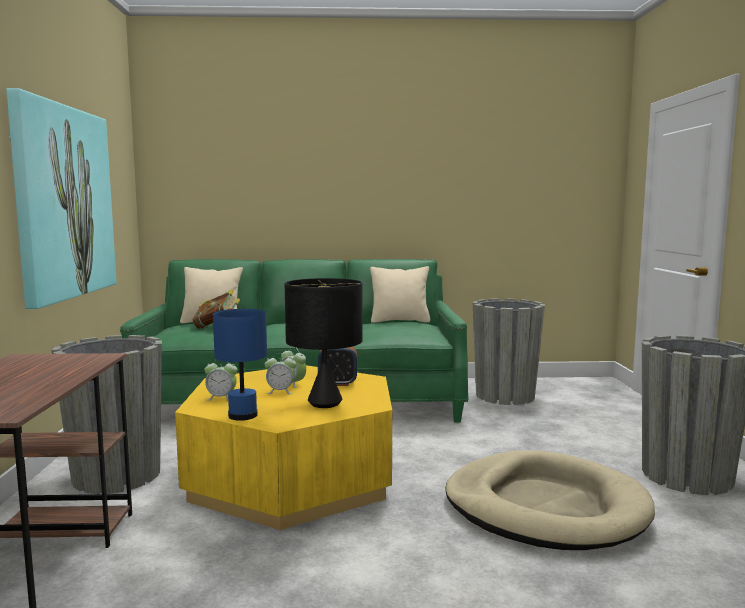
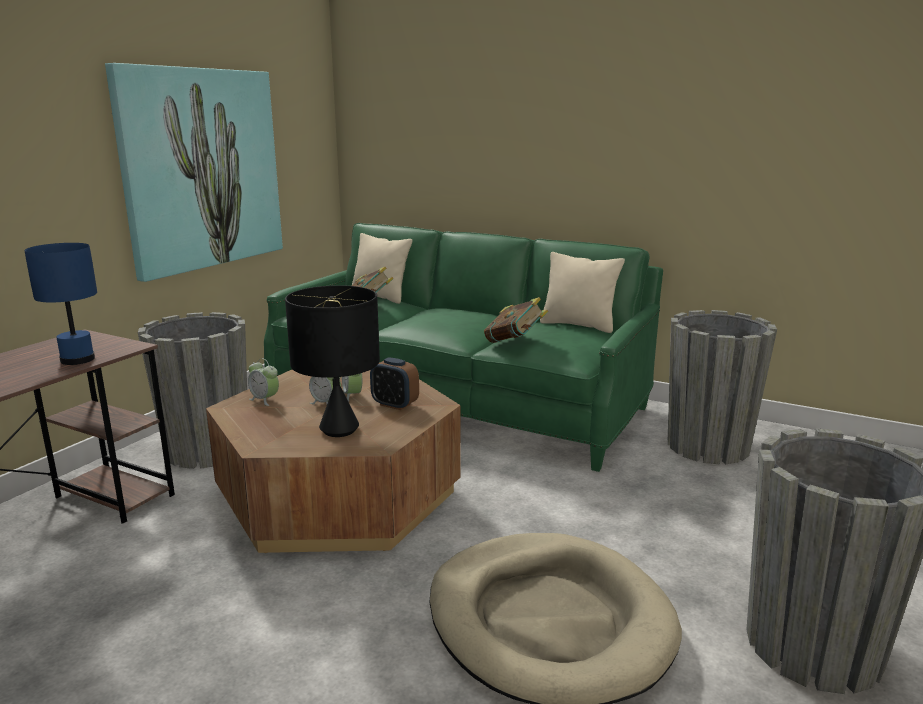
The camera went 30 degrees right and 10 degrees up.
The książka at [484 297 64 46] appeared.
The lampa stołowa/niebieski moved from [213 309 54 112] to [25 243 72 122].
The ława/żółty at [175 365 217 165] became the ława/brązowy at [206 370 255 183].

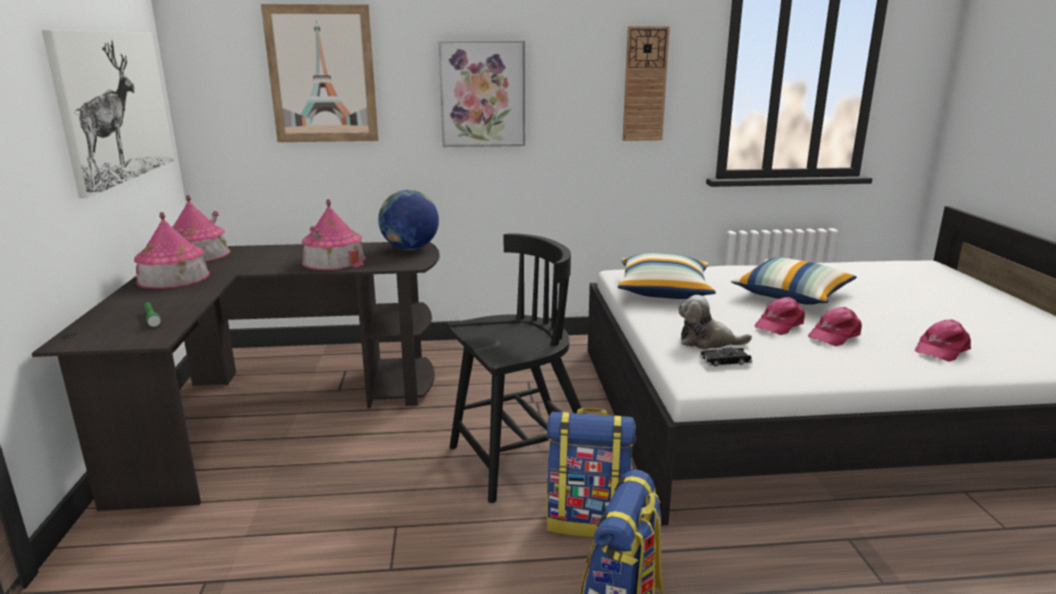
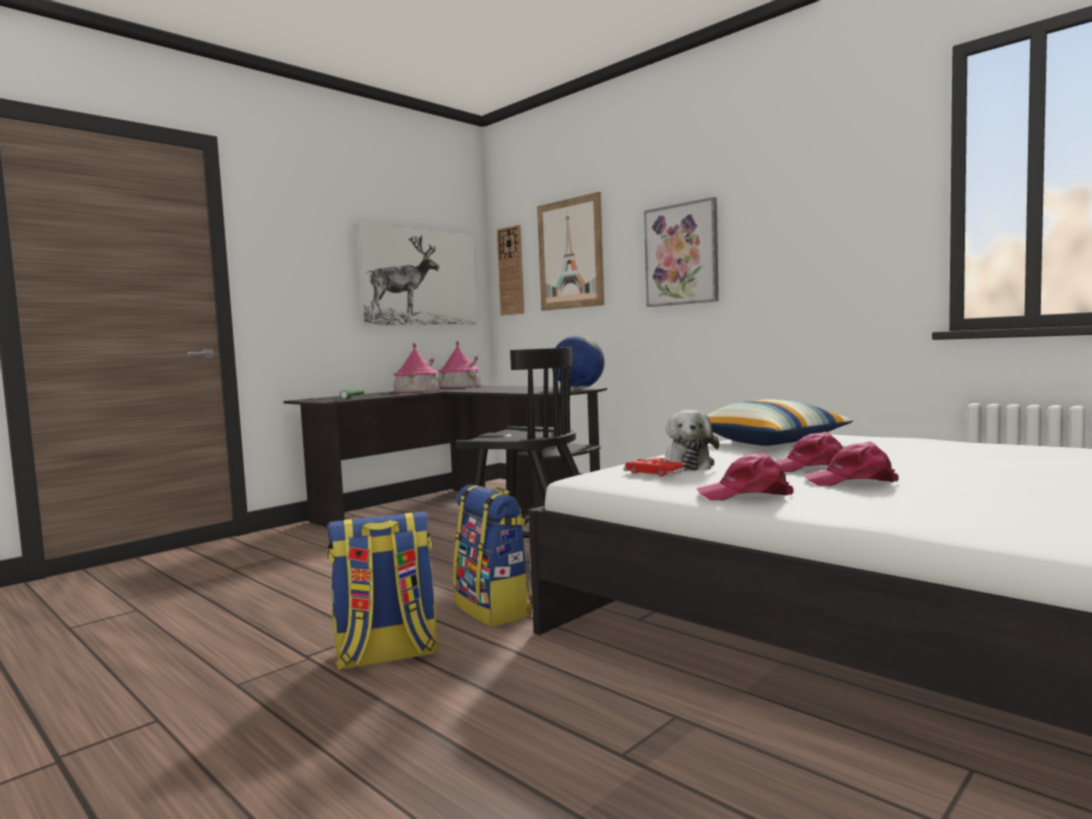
The camera went 50 degrees right and 15 degrees down.
The domek at [301 199 65 71] disappeared.
The poduszka at [731 257 126 48] disappeared.
The zegar ścienny moved from [623 26 47 115] to [497 225 27 90].
The czapka z daszkiem/różowy moved from [915 319 56 43] to [697 452 97 48].
The samochodzik/czarny at [699 348 54 18] became the samochodzik/czerwony at [624 458 61 19].
The pluszak at [678 295 74 55] turned 150 degrees counterclockwise.

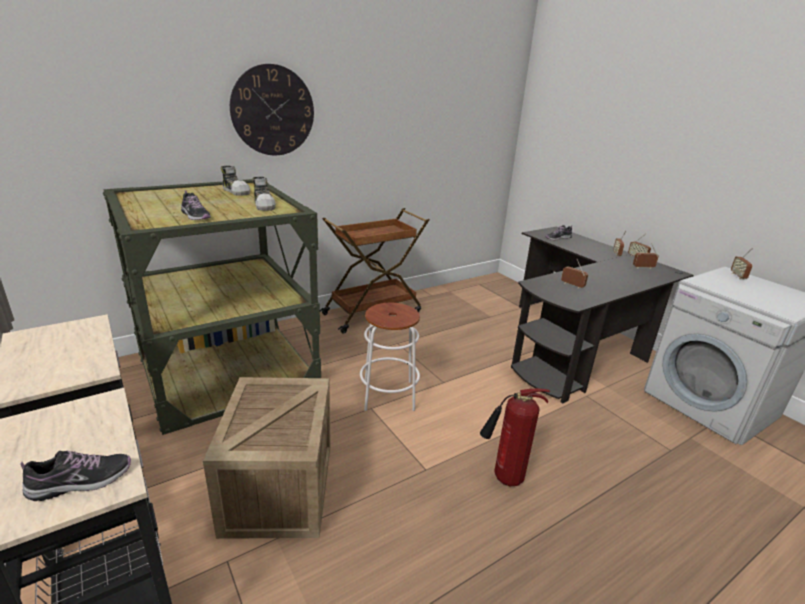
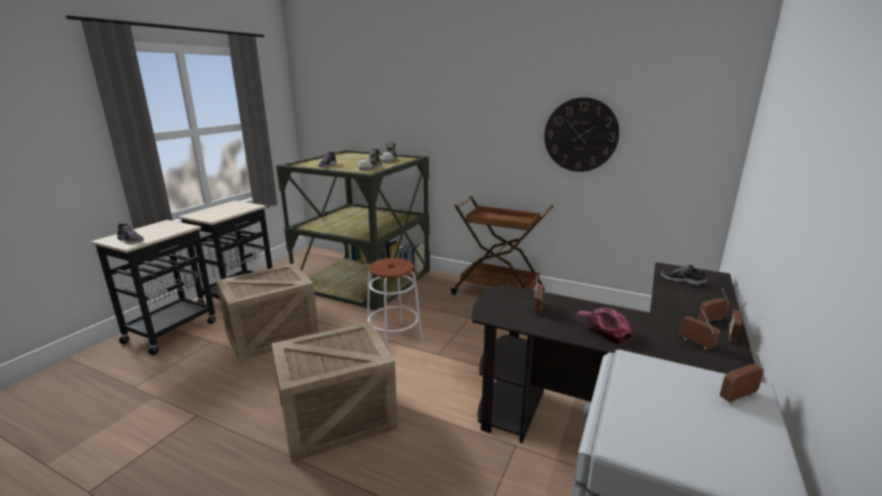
The camera went 60 degrees right and 5 degrees down.
The czapka z daszkiem at [576 308 57 37] appeared.
The zegar ścienny moved from [230 64 84 91] to [544 97 75 75].
The gaśnica at [480 388 70 98] was replaced by the skrzynka at [272 322 126 140].

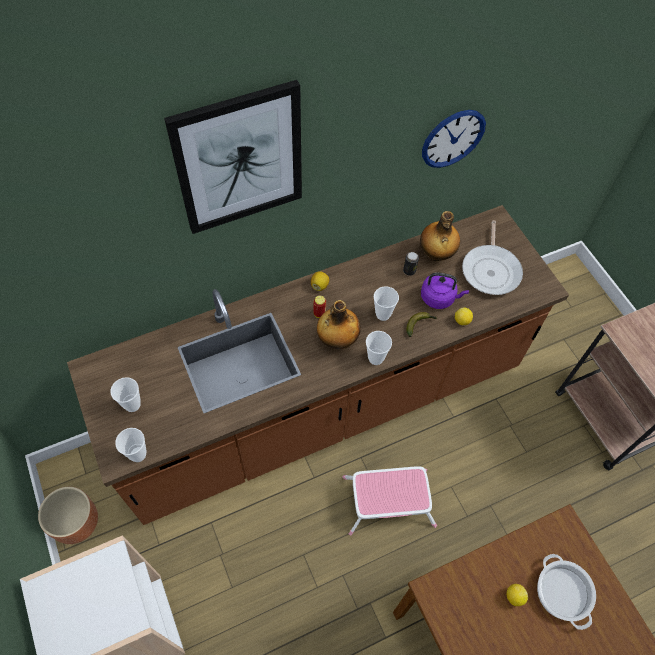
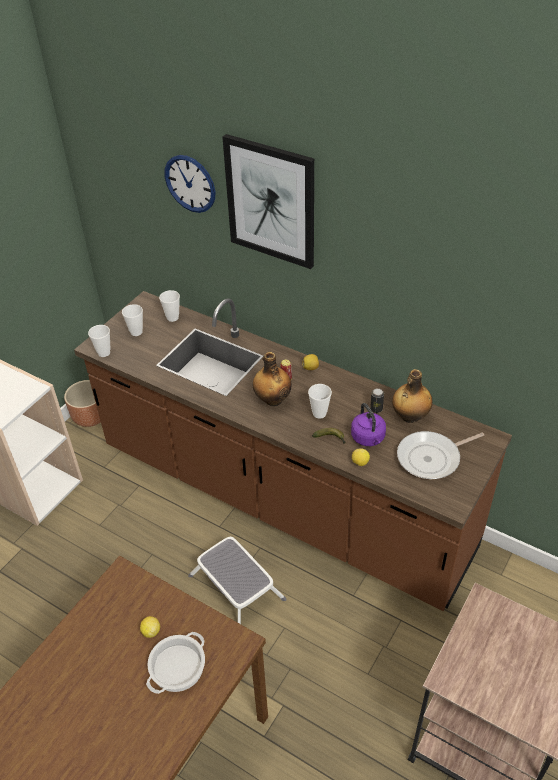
The camera went 60 degrees right and 15 degrees down.
The filiżanka moved from [366 331 26 34] to [159 290 21 32].
The zegar ścienny moved from [422 110 64 58] to [165 155 50 58].
The drabinka/różowy at [342 466 95 70] became the drabinka/szary at [188 537 98 87].

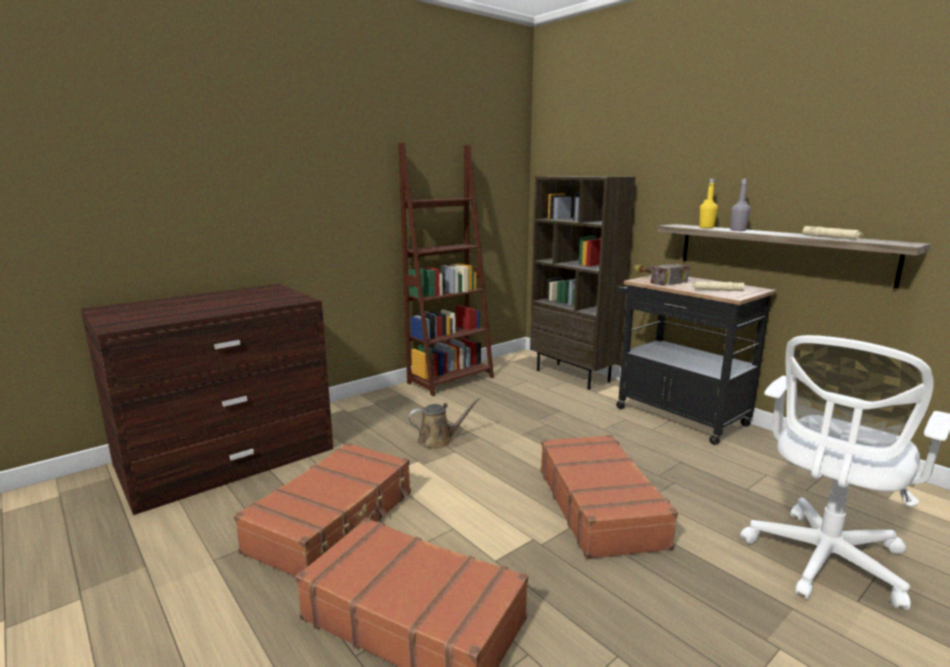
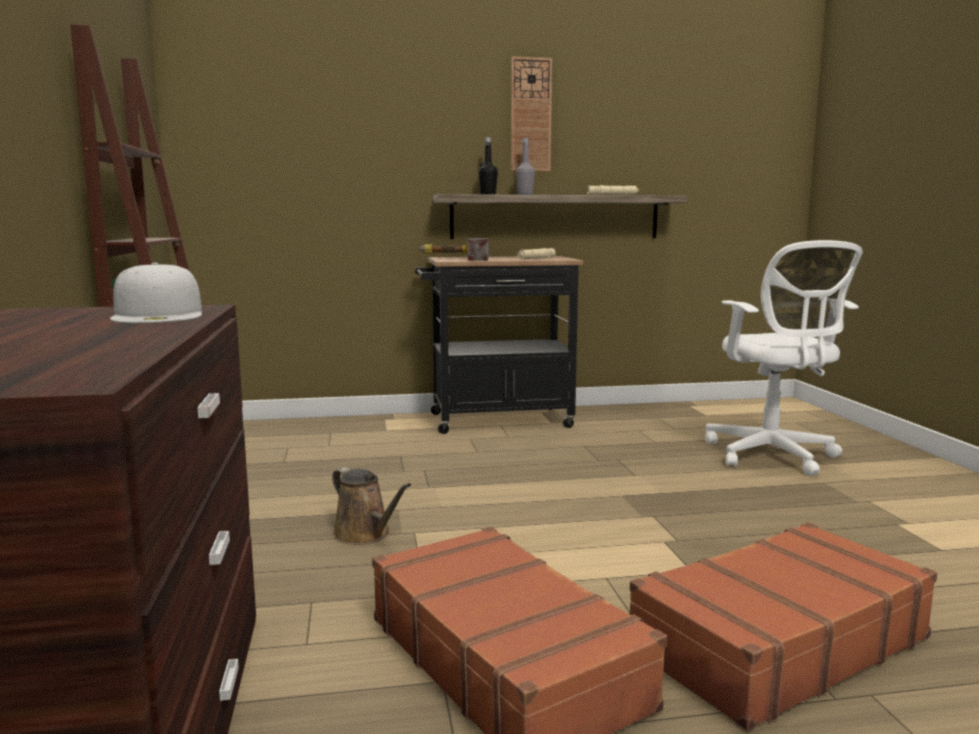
The camera went 60 degrees left and 5 degrees down.
The regał/brązowy at [530 176 105 214] disappeared.
The walizka/brązowy at [541 435 137 124] disappeared.
The czapka z daszkiem/biały at [110 263 92 60] appeared.
The zegar ścienny at [511 57 41 114] appeared.
The butelka/żółty at [699 178 19 50] became the butelka/czarny at [479 137 19 58].
The konewka/brązowy at [408 397 74 52] turned 120 degrees clockwise.

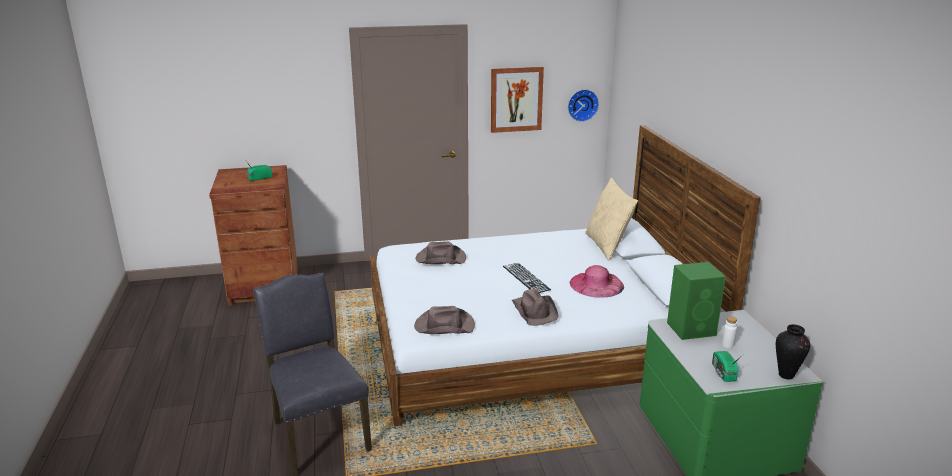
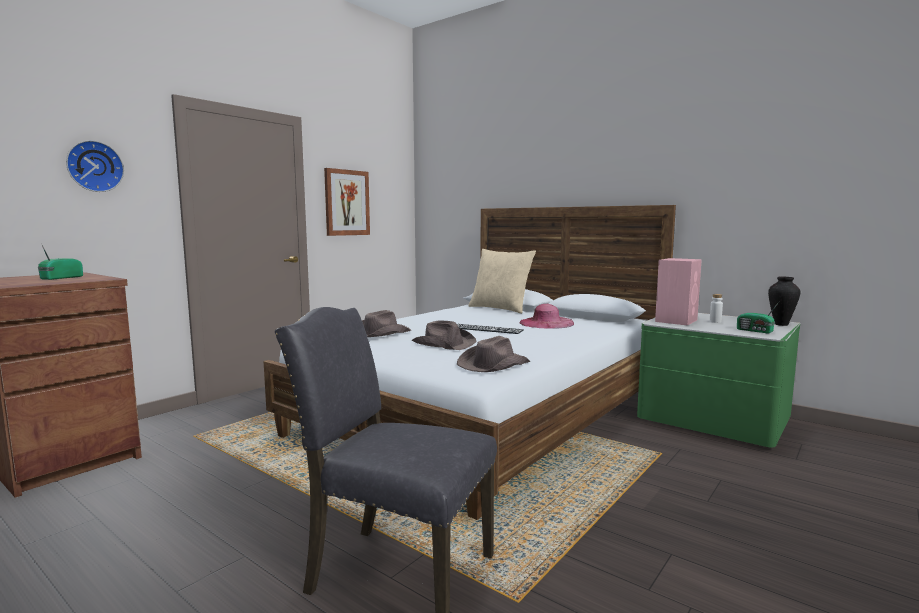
The camera went 40 degrees left and 15 degrees down.
The kapelusz/brązowy moved from [512 289 47 37] to [411 321 66 29].
The zegar ścienny moved from [568 89 31 33] to [66 140 58 52].
The głośnik/zielony at [667 262 59 78] became the głośnik/różowy at [655 258 47 68].

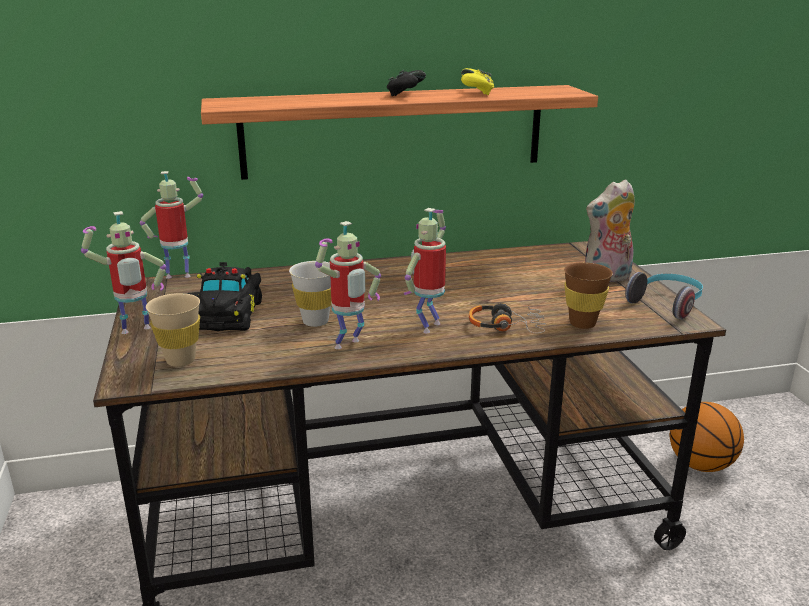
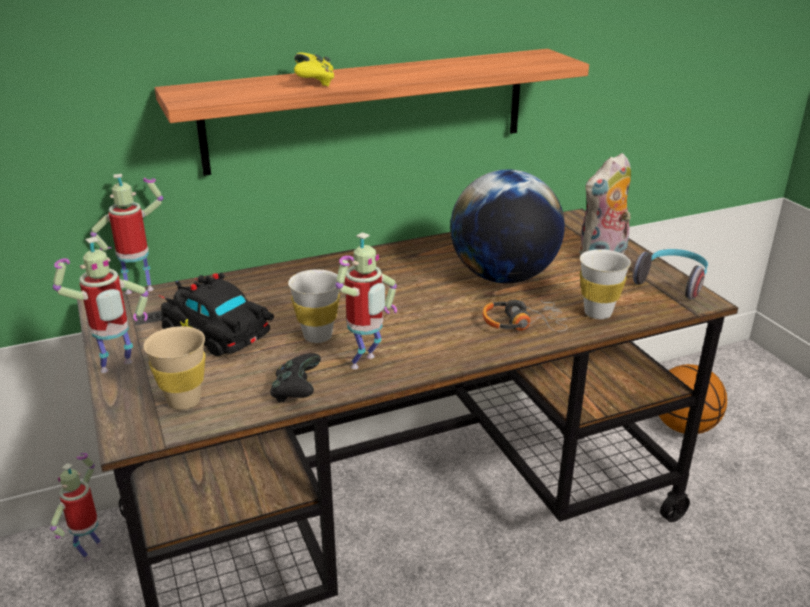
The camera went 10 degrees left and 5 degrees up.
The globus at [450 169 115 114] appeared.
The pad do gier/czarny moved from [387 70 39 26] to [270 353 51 49].
The robot zabawkowy moved from [404 208 42 125] to [50 453 53 109].
The pad do gier/żółty moved from [461 68 33 27] to [294 53 40 34].
The filiżanka/brązowy at [564 262 49 67] became the filiżanka/biały at [580 249 51 70].
The samochodzik/czarny at [195 262 67 69] turned 135 degrees clockwise.

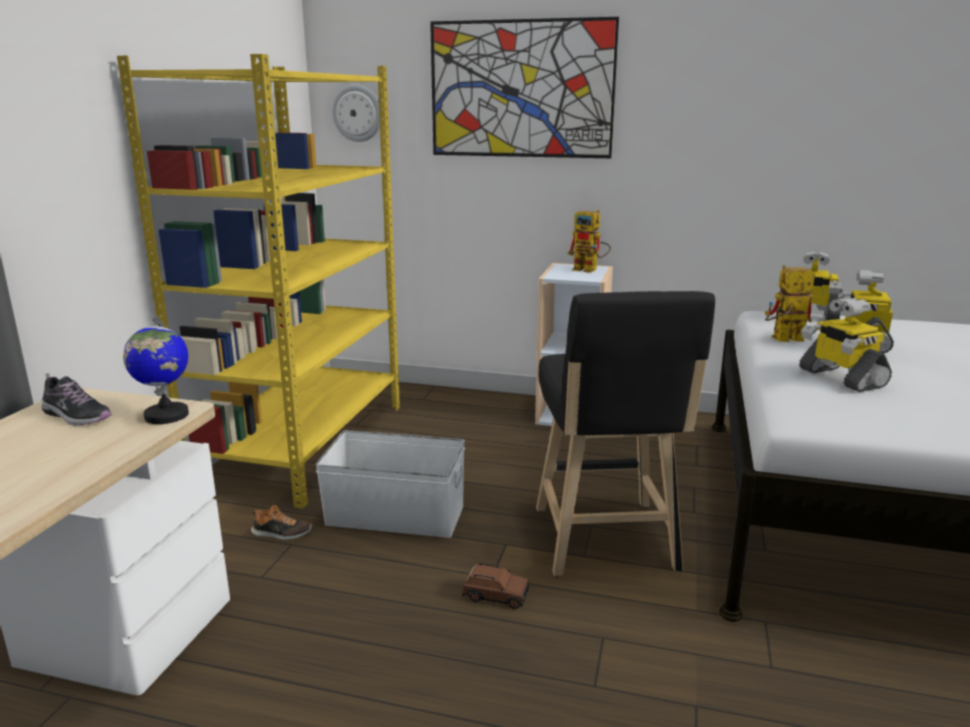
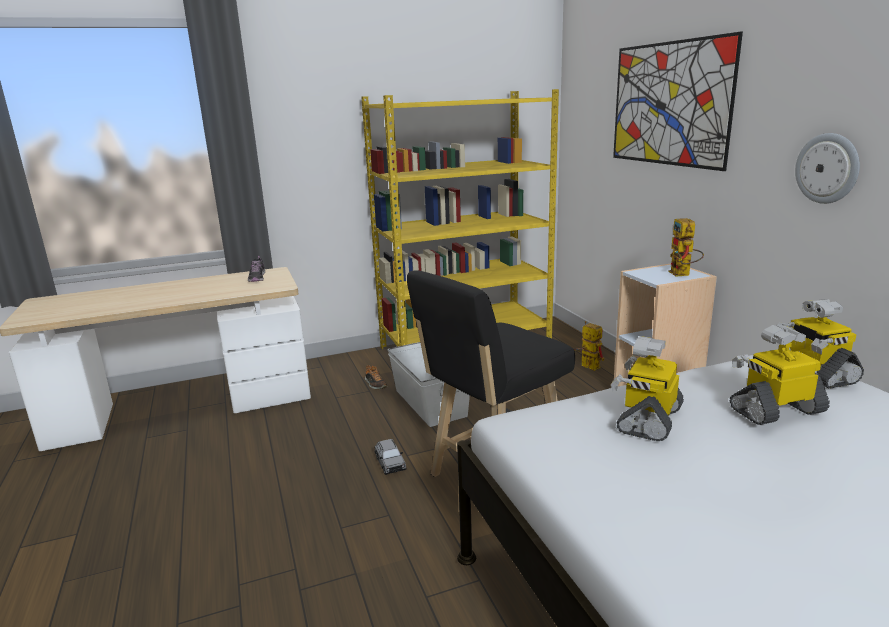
The camera went 55 degrees right and 0 degrees up.
The globus at [123 316 66 108] disappeared.
The zegar ścienny moved from [332 84 48 58] to [795 133 65 71].
The robot zabawkowy moved from [765 265 50 77] to [574 321 30 50].
The samochodzik/brązowy at [462 563 67 46] became the samochodzik/szary at [374 439 33 36].

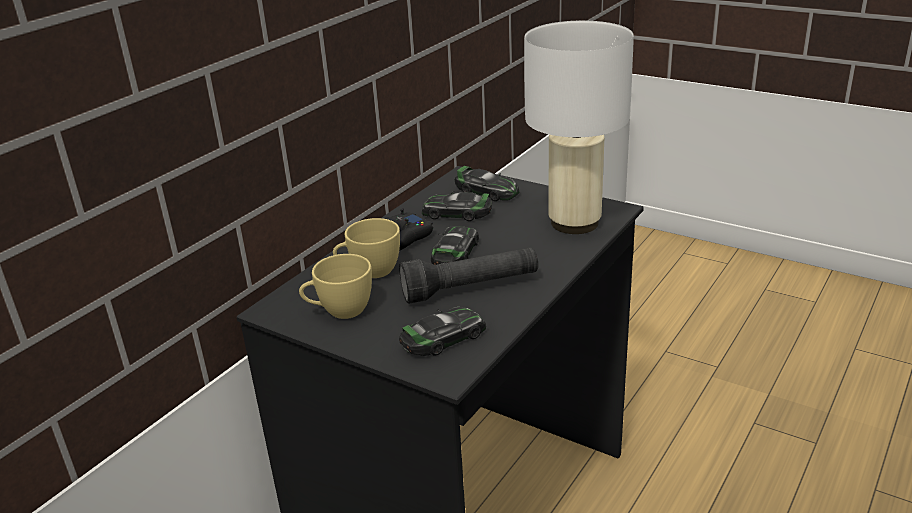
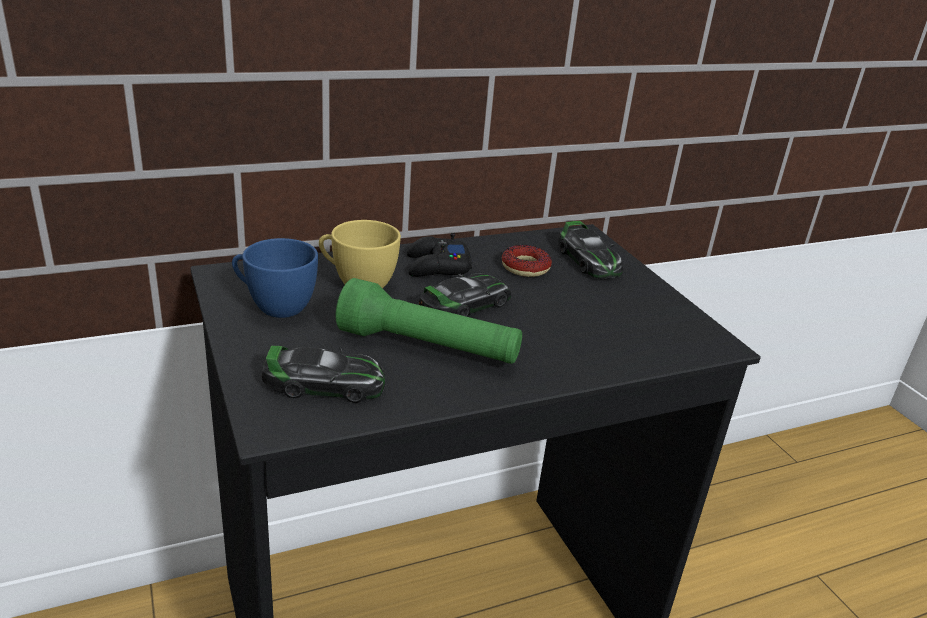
The camera went 30 degrees right and 0 degrees up.
The lampa stołowa/biały at [524 21 110 213] disappeared.
The samochodzik at [422 191 70 30] was replaced by the donut at [502 245 50 32].
The filiżanka/żółty at [299 254 73 65] became the filiżanka/niebieski at [232 238 86 80].
The latarka/czarny at [399 247 139 57] became the latarka/zielony at [335 278 187 86].

